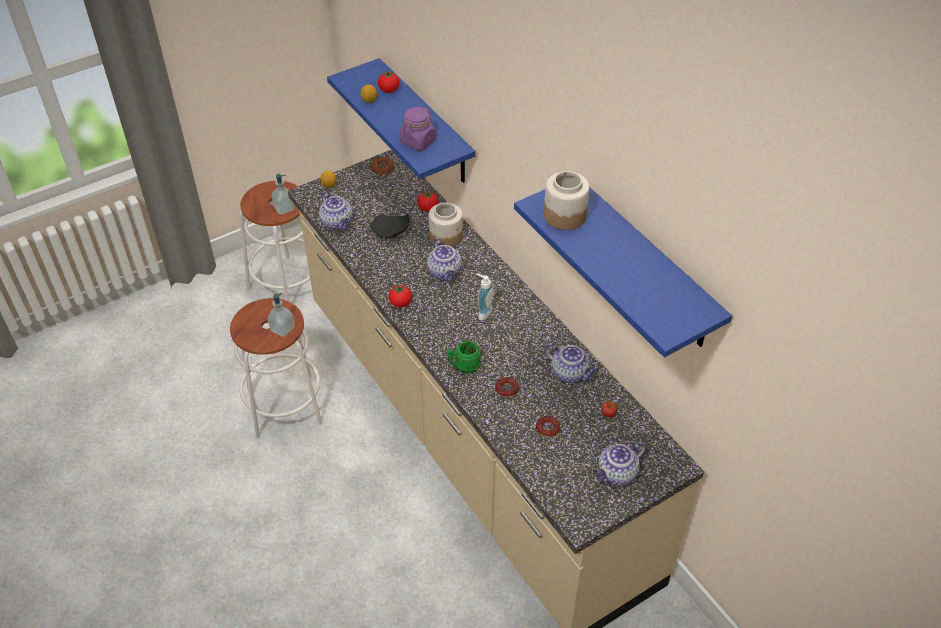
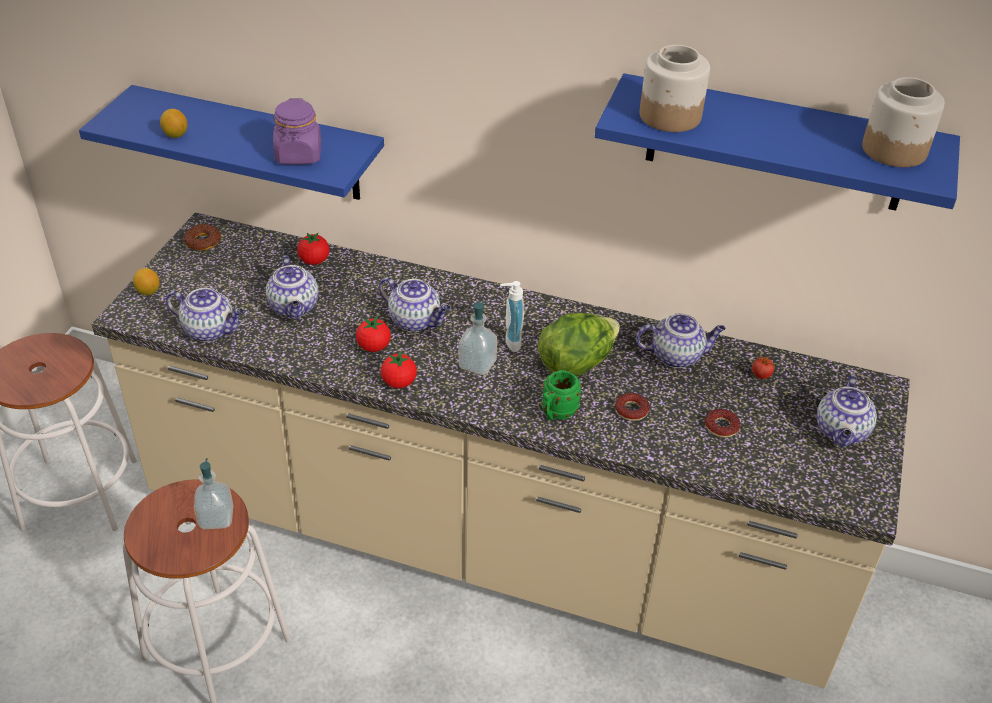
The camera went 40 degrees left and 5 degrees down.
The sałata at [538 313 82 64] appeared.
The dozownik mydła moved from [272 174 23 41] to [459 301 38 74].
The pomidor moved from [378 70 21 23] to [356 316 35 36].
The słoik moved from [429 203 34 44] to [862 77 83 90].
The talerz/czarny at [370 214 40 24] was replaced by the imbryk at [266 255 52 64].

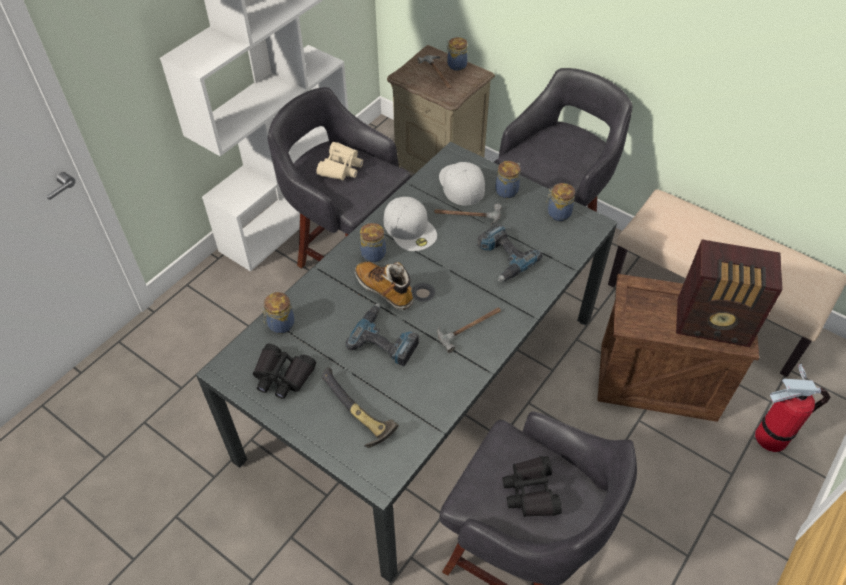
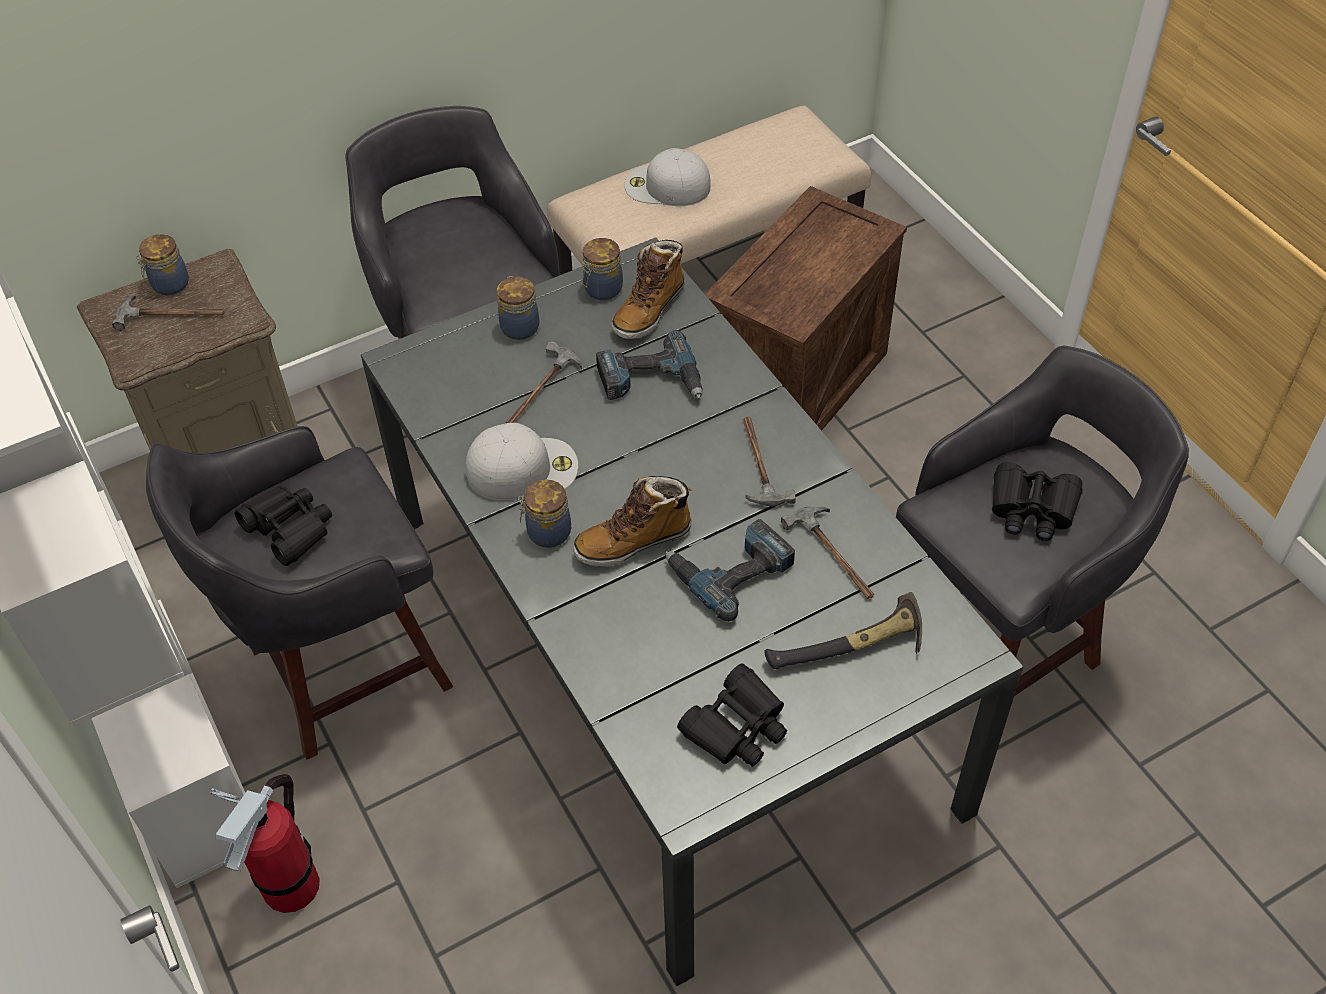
The camera went 65 degrees left and 0 degrees up.
The słoik at [261 292 34 41] disappeared.
The radio at [676 239 107 108] disappeared.
The but z cholewką at [612 240 73 99] appeared.
The młotek at [781 507 93 92] appeared.
The czapka z daszkiem/biały moved from [439 162 46 43] to [625 148 86 58].
The gaśnica moved from [755 364 76 88] to [210 774 110 139].
The lornetka/beżowy at [317 142 46 38] became the lornetka/czarny at [235 486 97 80].

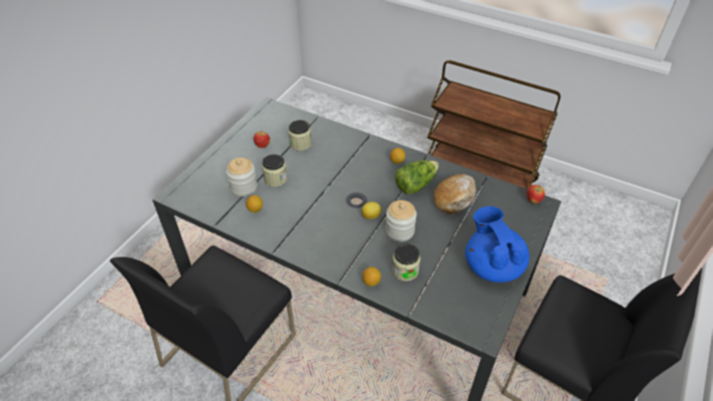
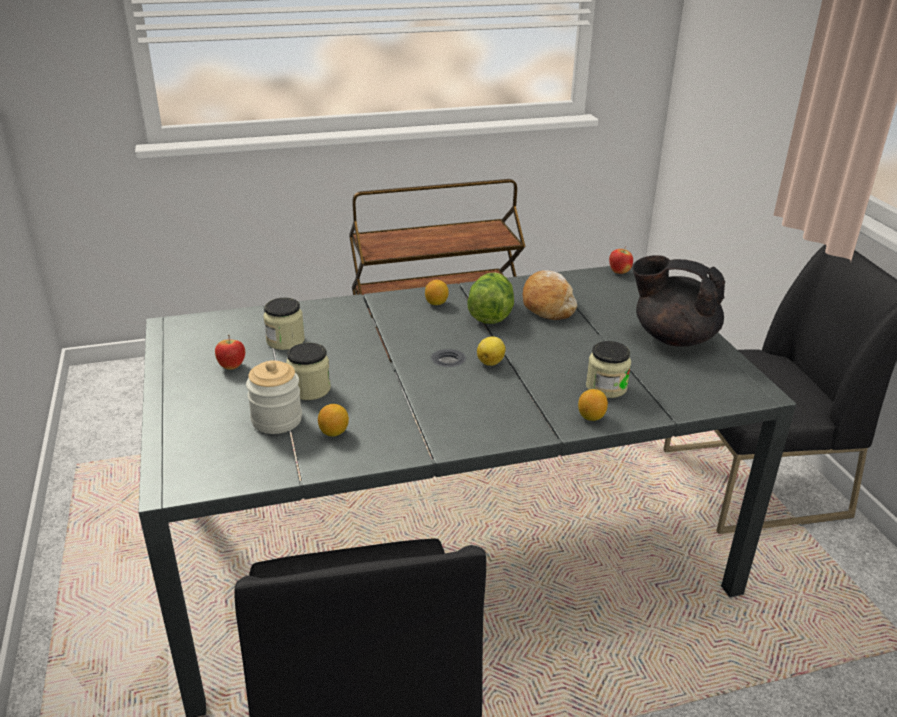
The camera went 45 degrees left and 15 degrees down.
The słoik at [385 200 32 42] disappeared.
The imbryk/niebieski at [465 206 64 76] became the imbryk/czarny at [632 255 93 92].

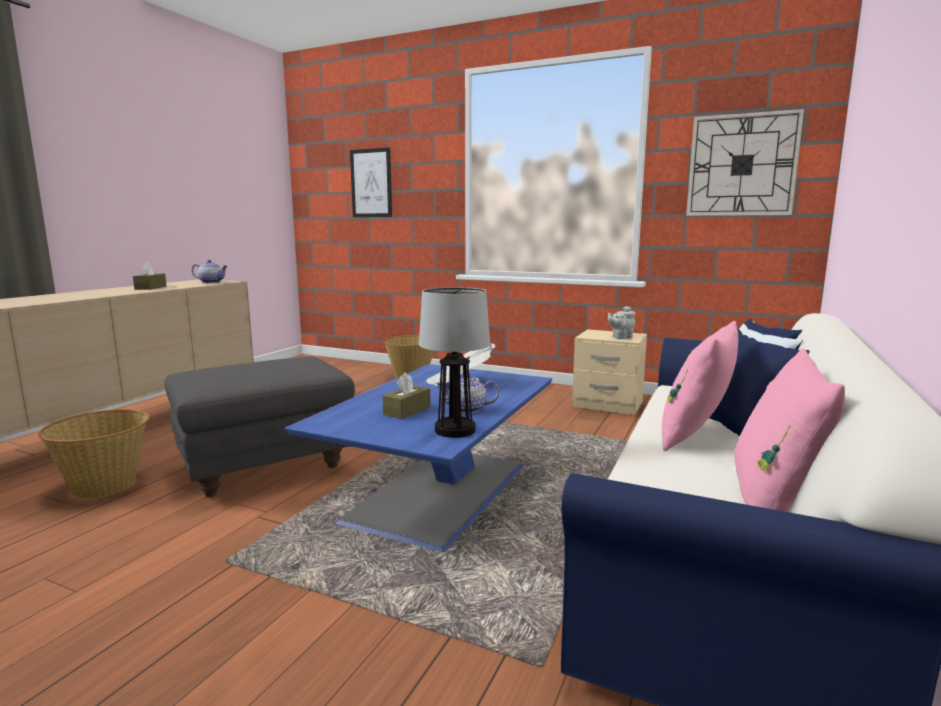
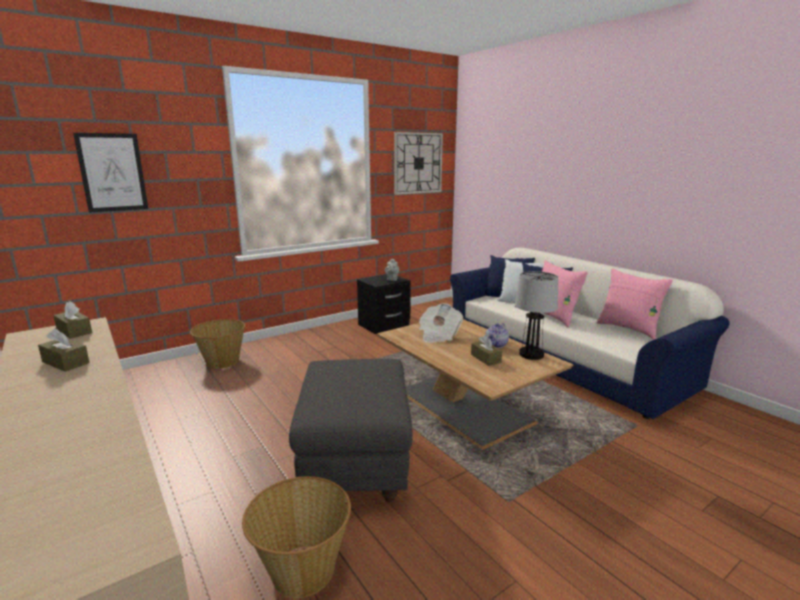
The camera went 60 degrees left and 5 degrees up.
The imbryk at [192 260 36 23] was replaced by the pudełko chusteczek/brązowy at [53 301 39 38].
The ława/niebieski at [285 364 267 188] became the ława/brązowy at [377 319 197 131].
The szafka nocna/beżowy at [572 329 75 86] became the szafka nocna/czarny at [357 274 54 60].

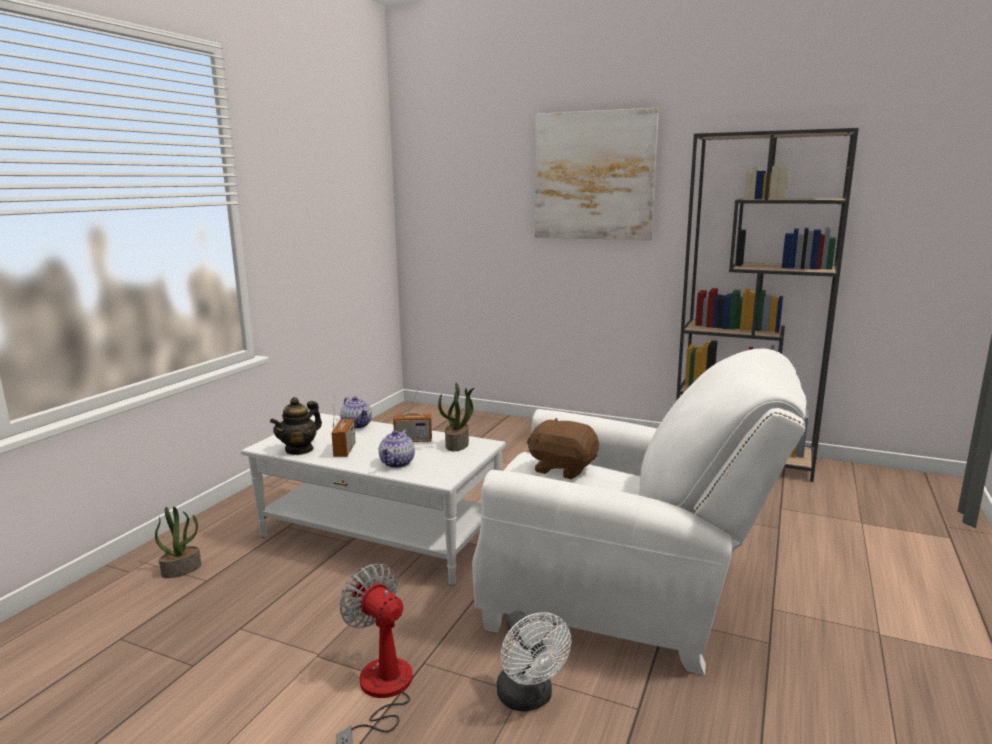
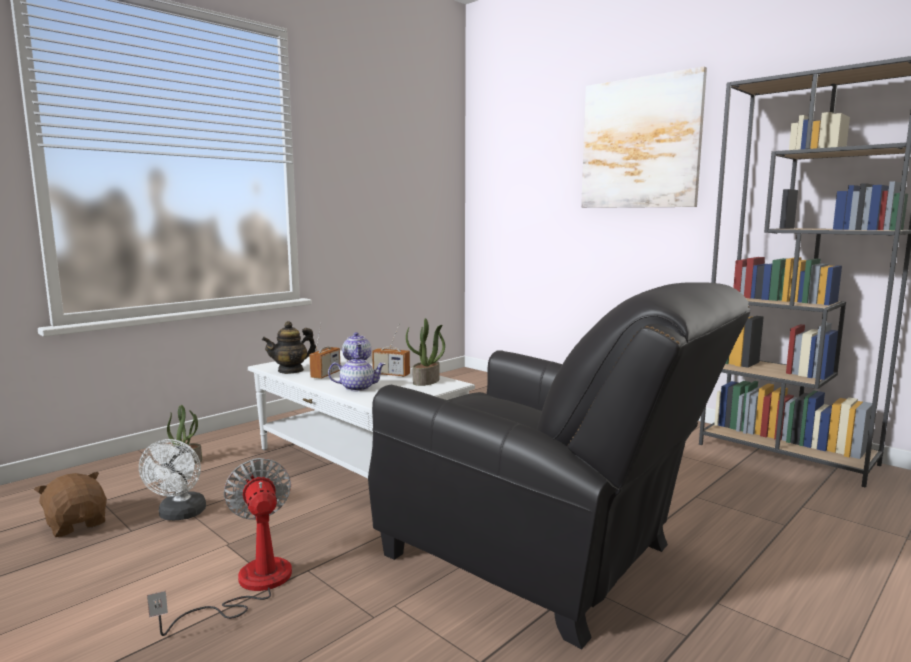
The camera went 20 degrees right and 5 degrees down.
The wentylator/biały moved from [497 611 74 101] to [139 439 67 81].
The pluszak/brązowy moved from [527 418 72 61] to [34 472 73 65].
The fotel/biały at [472 349 335 326] became the fotel/czarny at [368 282 383 367].
The imbryk at [379 429 36 39] turned 135 degrees counterclockwise.

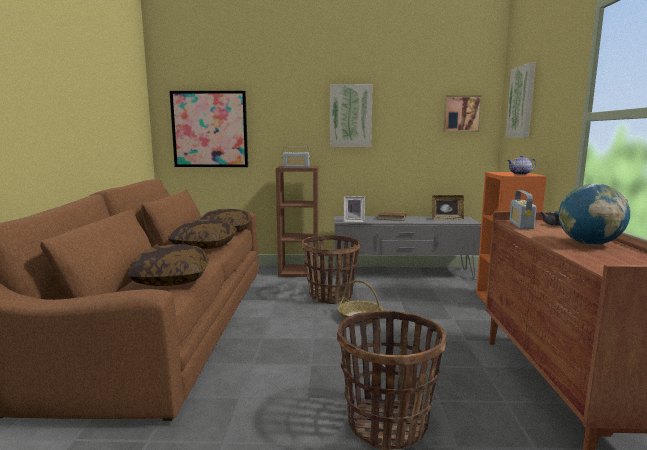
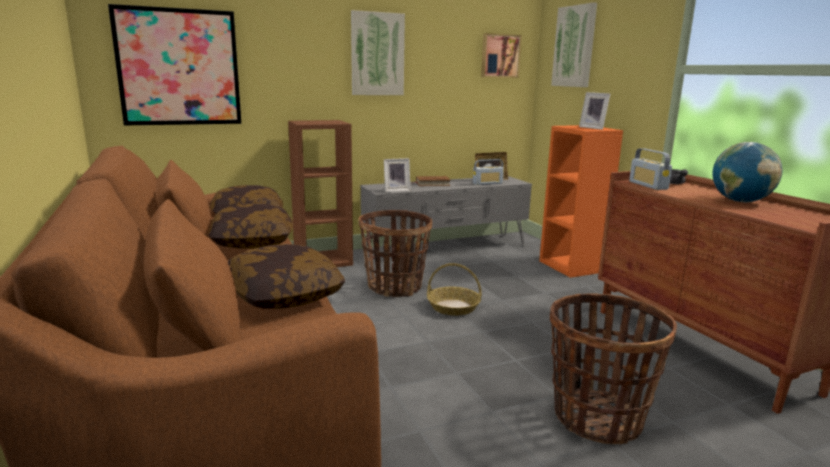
The camera went 25 degrees left and 5 degrees up.
The radio moved from [283 146 27 21] to [473 159 31 26].
The imbryk at [507 155 29 20] was replaced by the ramka na zdjęcie at [579 92 31 38].

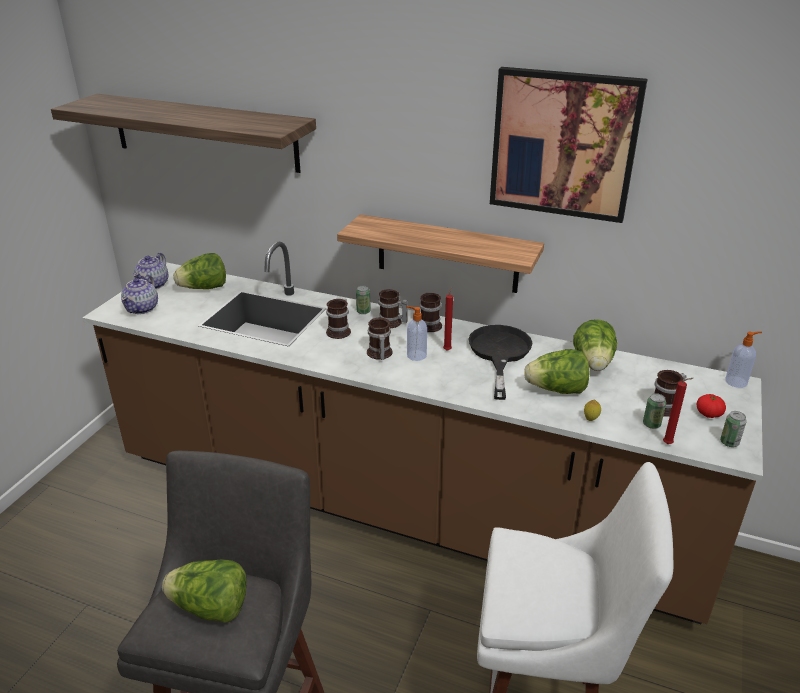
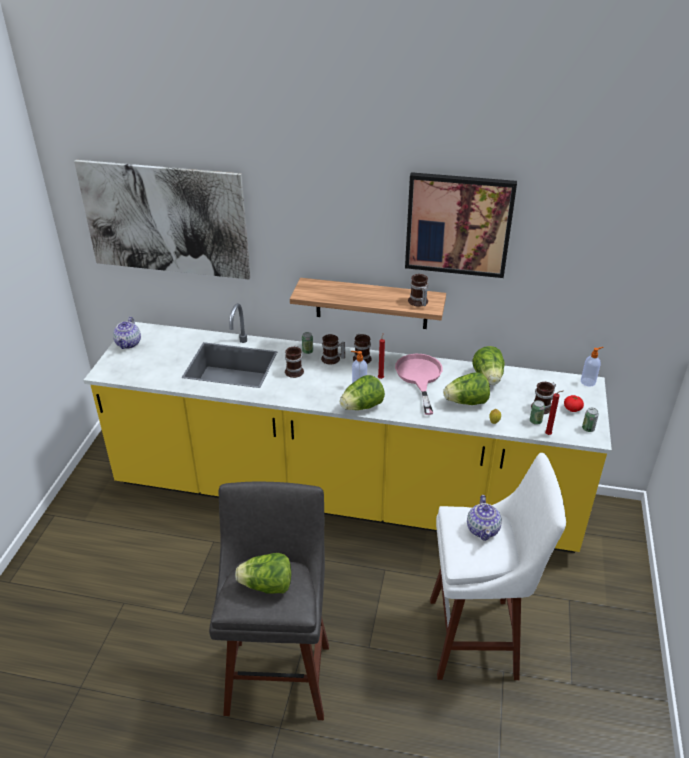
The camera went 10 degrees left and 5 degrees up.
The imbryk moved from [121 275 37 39] to [467 495 35 46].
The sałata moved from [173 253 53 36] to [340 375 45 35].
The kubek moved from [367 318 26 42] to [408 274 20 33].
The półka at [51 94 265 79] was replaced by the obraz at [74 160 176 119].
The zabudowa kuchenna/brązowy at [83 241 680 383] became the zabudowa kuchenna/żółty at [83 303 529 250].
The patelnia/czarny at [468 325 64 75] became the patelnia/różowy at [395 354 48 61].

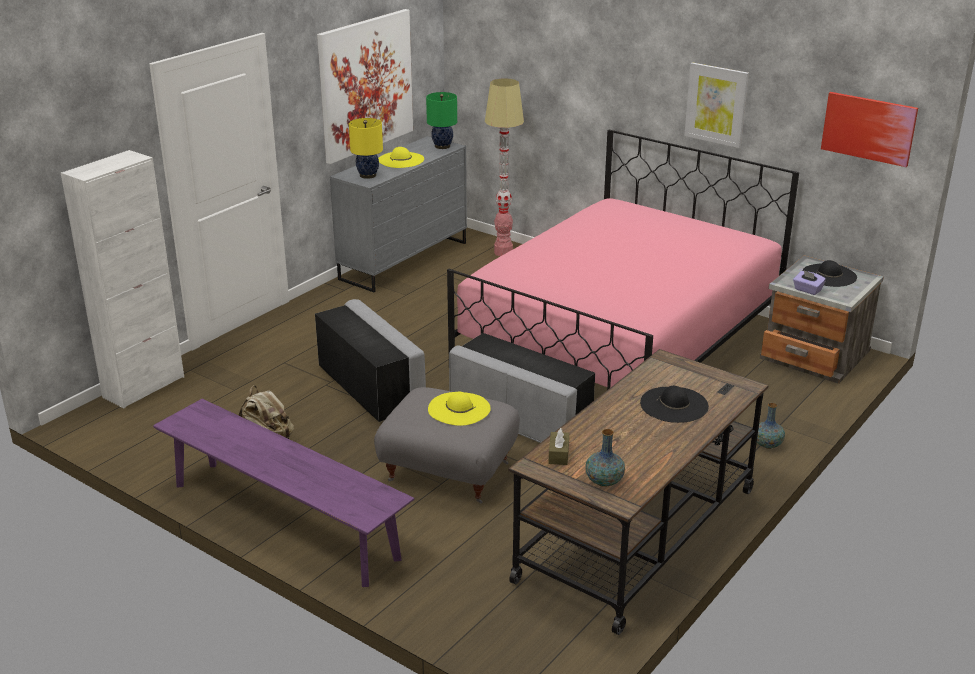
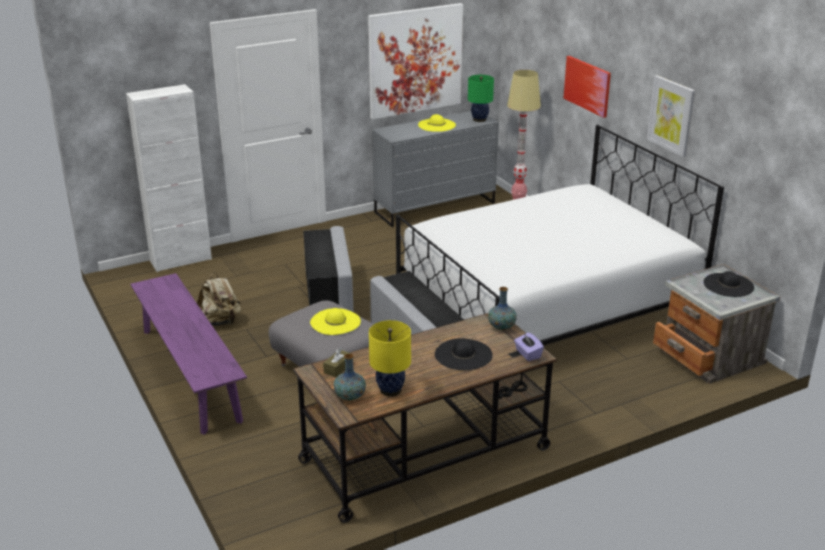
The camera went 25 degrees right and 0 degrees up.
The lampa stołowa/żółty moved from [349 118 34 61] to [369 320 42 76].
The wazon moved from [757 403 28 46] to [488 287 29 43].
The pudełko chusteczek/fioletowy moved from [793 270 33 25] to [514 333 30 28].
The obraz moved from [821 92 97 75] to [564 56 47 62].
The łóżko/różowy at [447 130 352 260] became the łóżko/biały at [396 125 328 221].

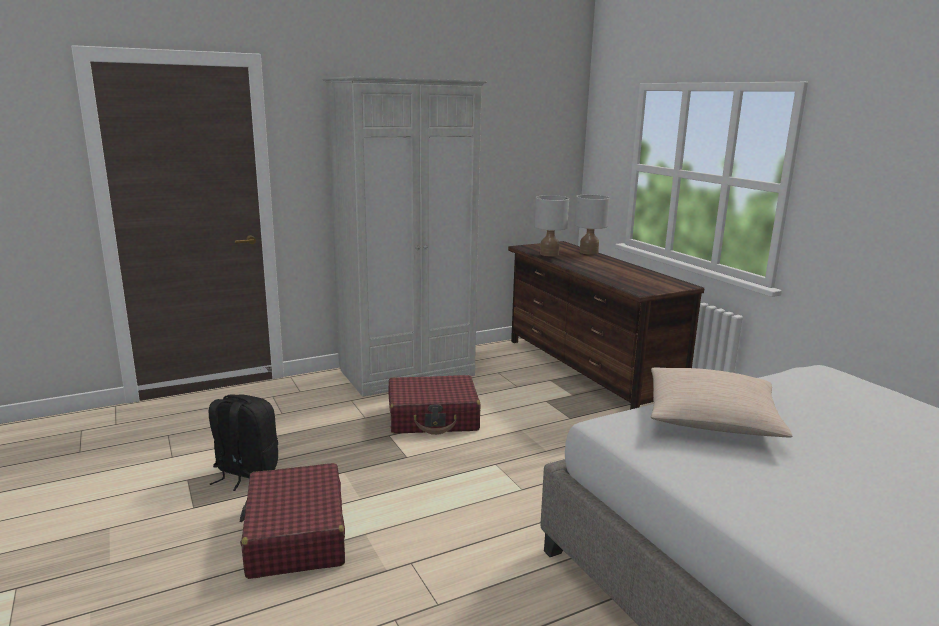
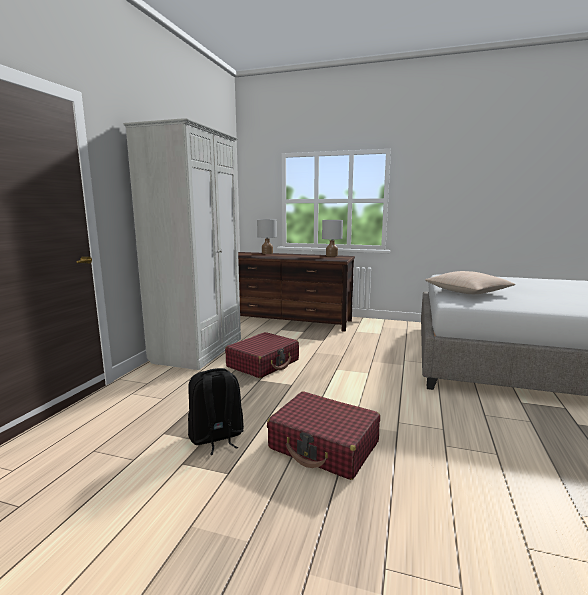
The camera went 45 degrees left and 5 degrees down.
The lampa stołowa/szary moved from [534 195 35 61] to [322 220 21 37].

